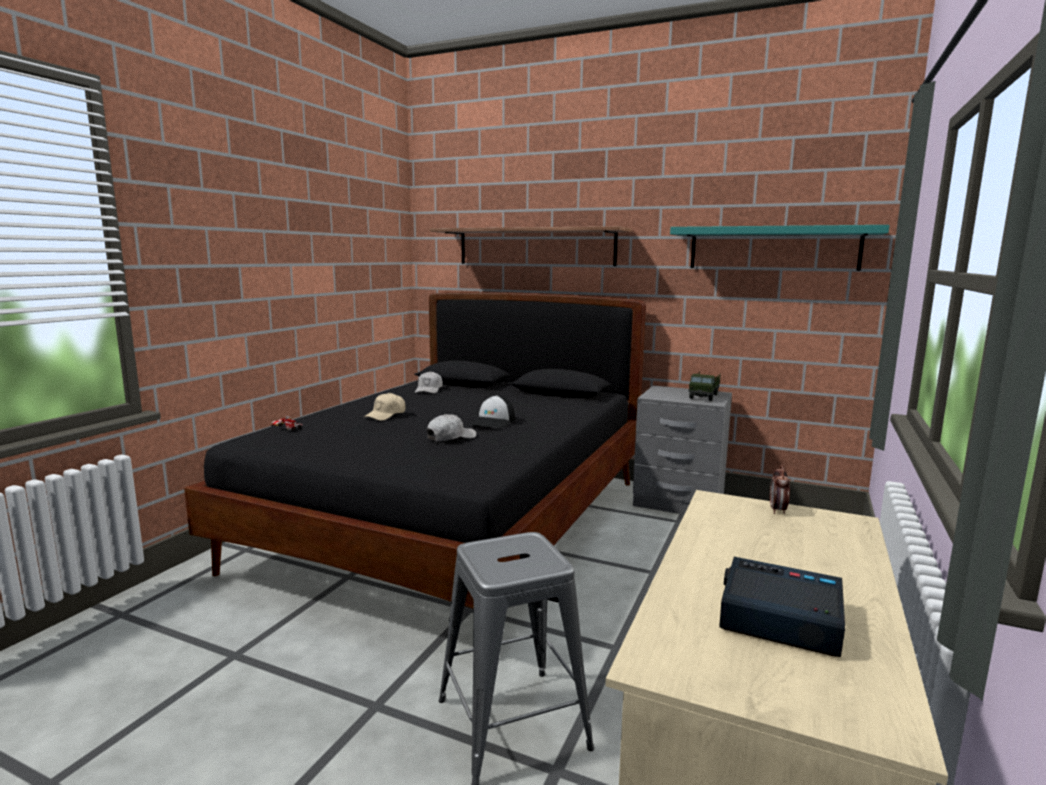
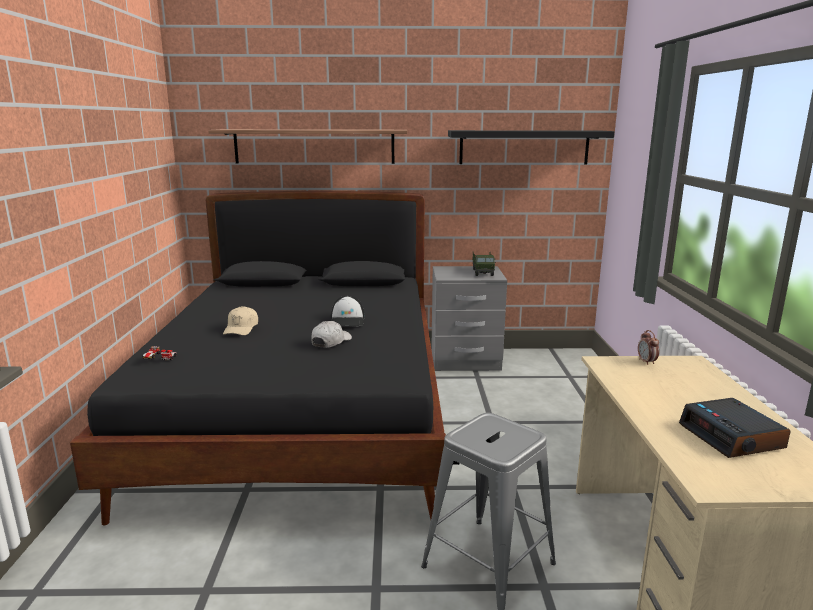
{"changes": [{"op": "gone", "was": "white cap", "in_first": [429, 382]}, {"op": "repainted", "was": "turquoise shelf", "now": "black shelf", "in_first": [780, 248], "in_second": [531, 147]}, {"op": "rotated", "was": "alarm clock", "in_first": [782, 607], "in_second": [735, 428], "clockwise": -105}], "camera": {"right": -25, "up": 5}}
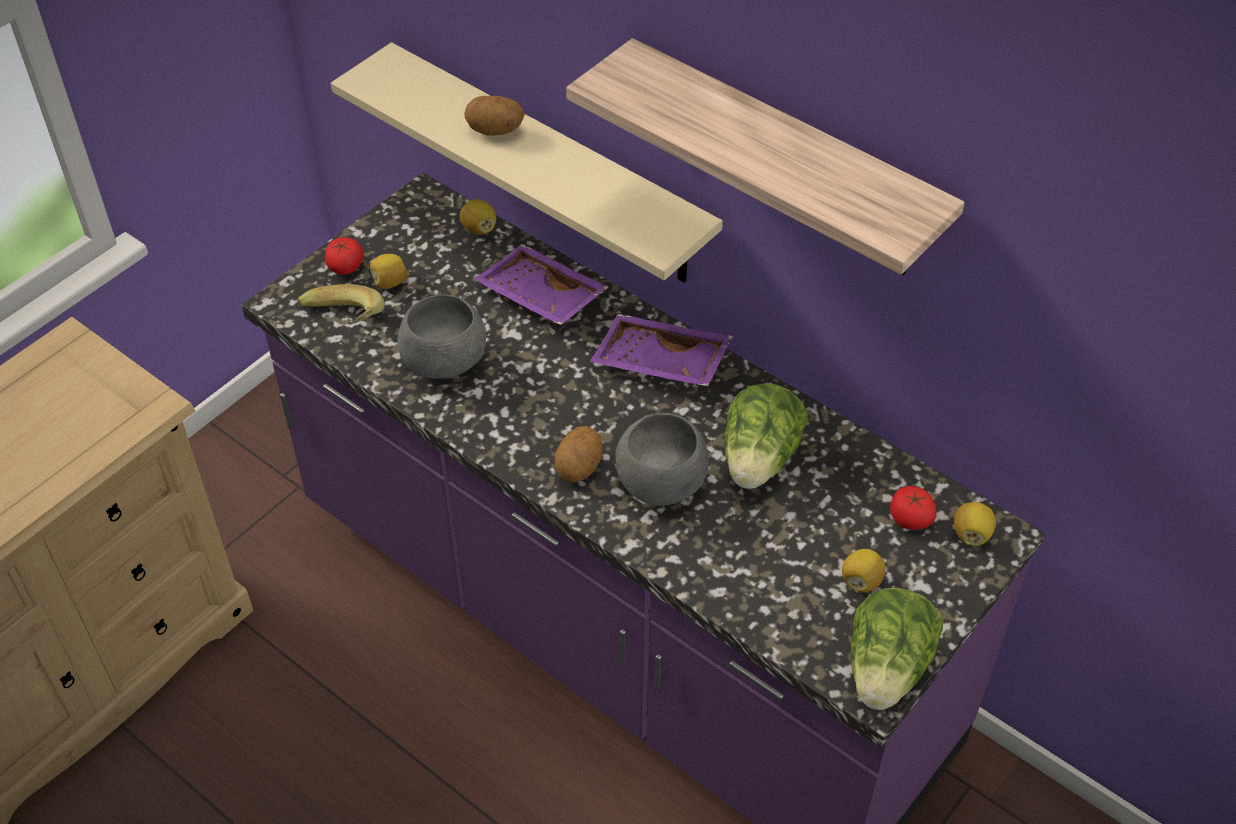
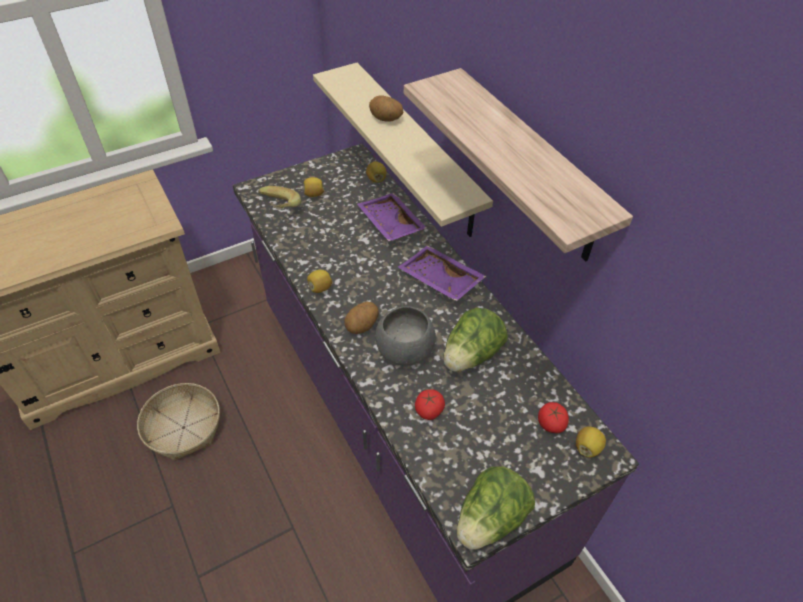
{"changes": [{"op": "shifted", "was": "tomato", "in_first": [344, 256], "in_second": [430, 404]}, {"op": "gone", "was": "grey bowl", "in_first": [442, 336]}, {"op": "shifted", "was": "lemon", "in_first": [864, 571], "in_second": [319, 281]}, {"op": "new", "now": "basket", "in_second": [178, 422]}], "camera": {"right": 20, "up": 0}}
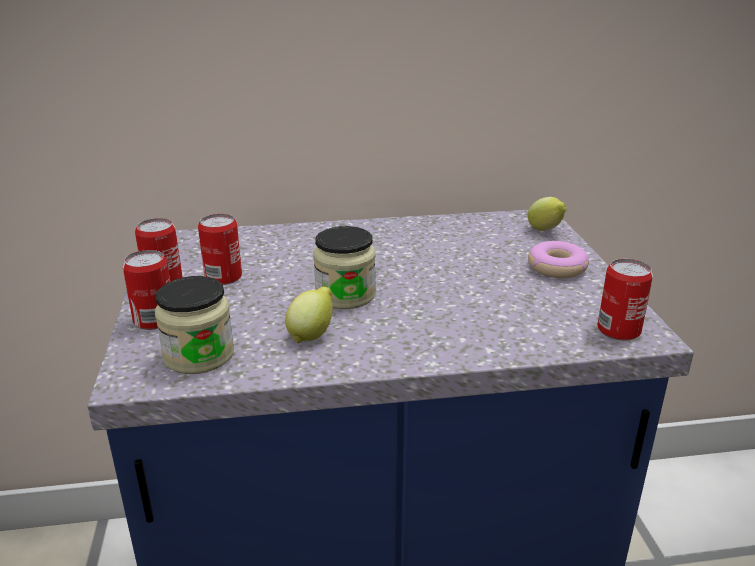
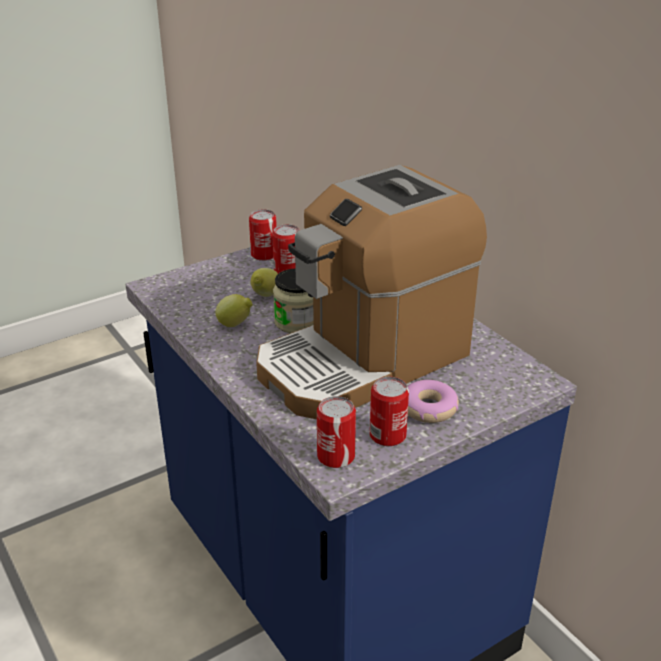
{"changes": [{"op": "shifted", "was": "can", "in_first": [146, 290], "in_second": [389, 411]}, {"op": "gone", "was": "jar", "in_first": [194, 325]}, {"op": "shifted", "was": "lemon", "in_first": [547, 214], "in_second": [264, 282]}, {"op": "new", "now": "coffee machine", "in_second": [371, 292]}], "camera": {"right": 65, "up": 5}}
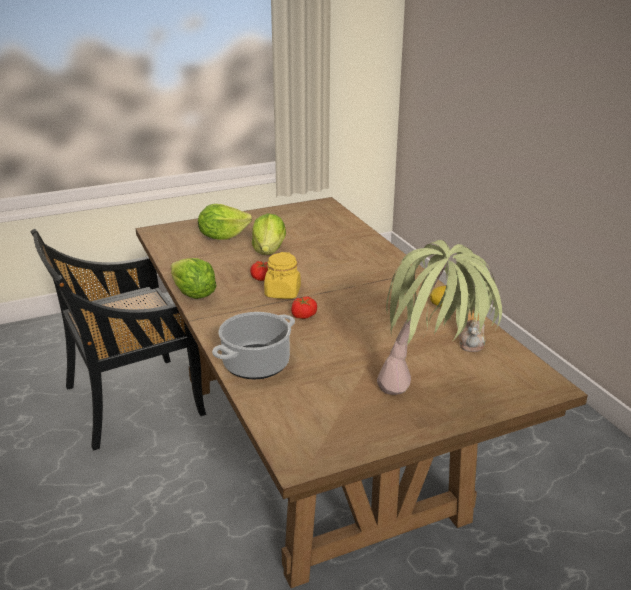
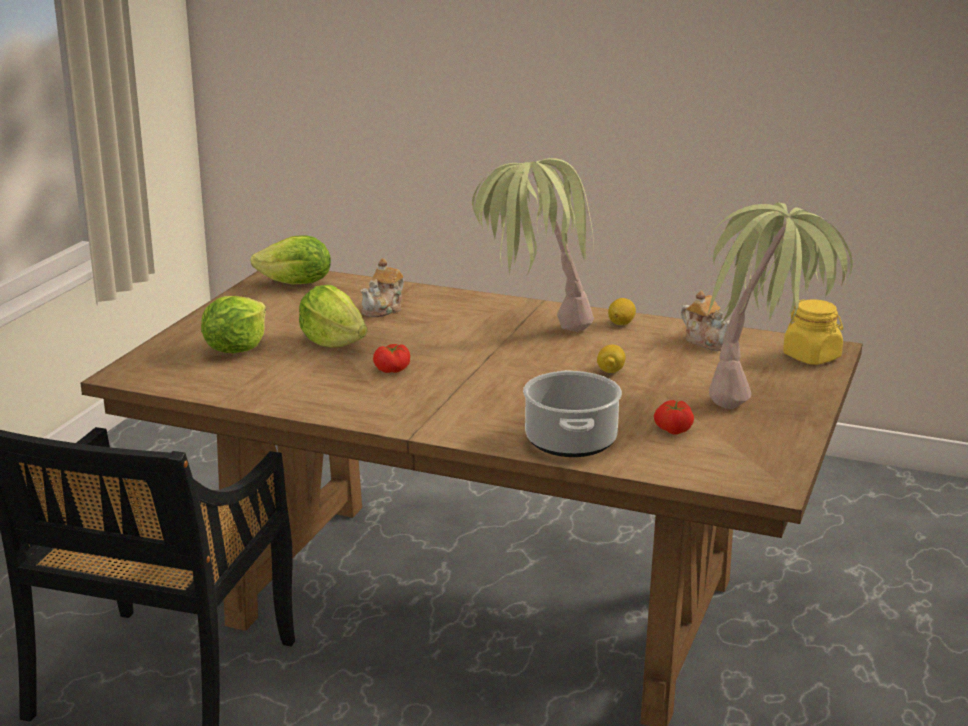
{"changes": [{"op": "shifted", "was": "lettuce", "in_first": [194, 278], "in_second": [291, 259]}, {"op": "shifted", "was": "yellow jar", "in_first": [282, 275], "in_second": [813, 332]}, {"op": "shifted", "was": "tomato", "in_first": [304, 307], "in_second": [674, 417]}, {"op": "new", "now": "teapot", "in_second": [382, 288]}, {"op": "new", "now": "potted plant", "in_second": [533, 245]}, {"op": "new", "now": "lemon", "in_second": [611, 359]}], "camera": {"right": -45, "up": -5}}
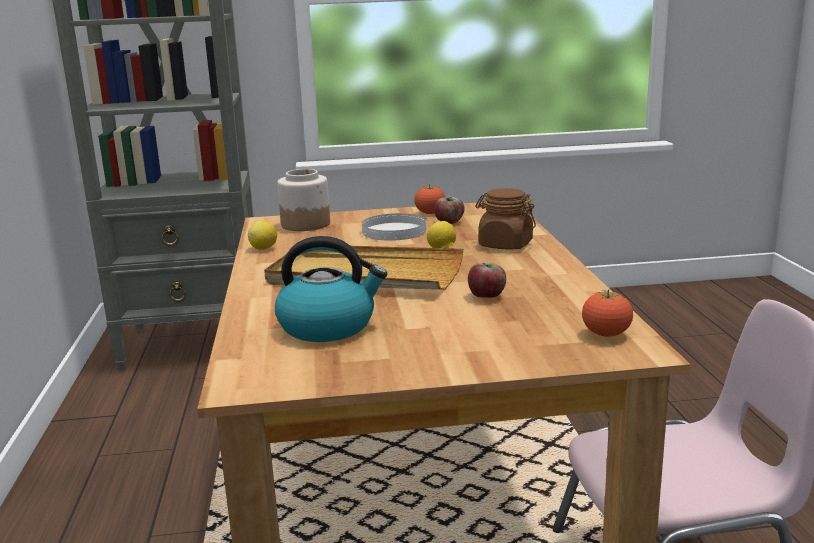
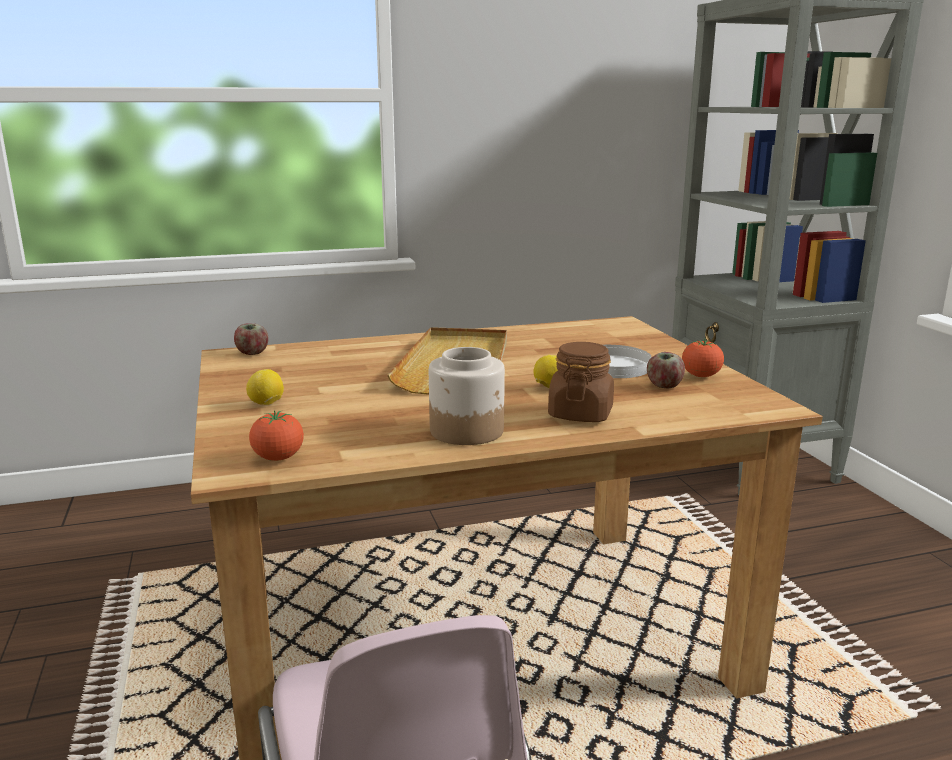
{"changes": [{"op": "shifted", "was": "lemon", "in_first": [262, 235], "in_second": [265, 387]}, {"op": "gone", "was": "kettle", "in_first": [331, 289]}, {"op": "shifted", "was": "jar", "in_first": [303, 200], "in_second": [467, 396]}, {"op": "shifted", "was": "apple", "in_first": [487, 280], "in_second": [251, 339]}], "camera": {"right": 80, "up": 0}}
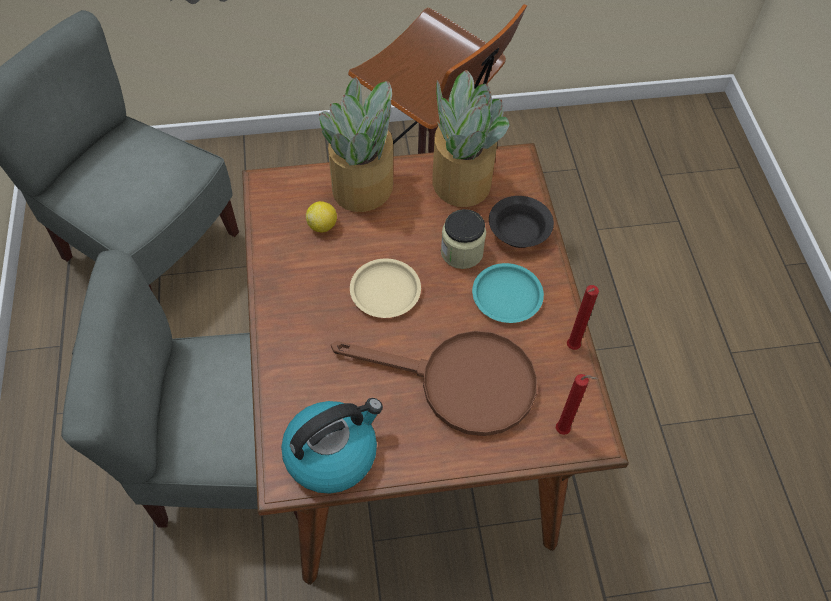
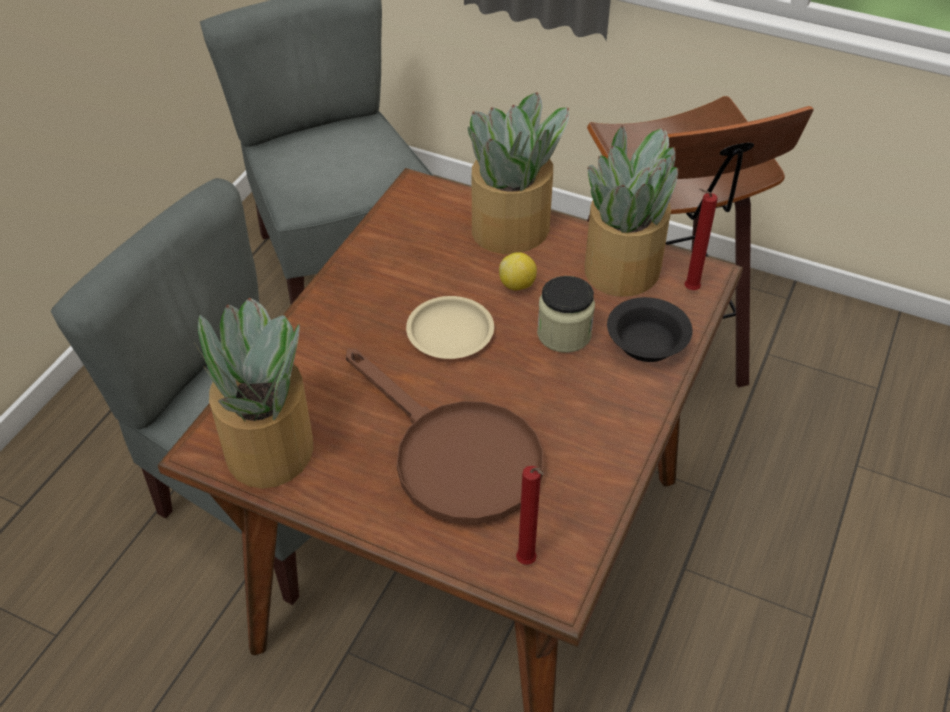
{"changes": [{"op": "swapped", "was": "kettle", "now": "potted plant", "in_first": [332, 446], "in_second": [254, 393]}, {"op": "shifted", "was": "lemon", "in_first": [321, 216], "in_second": [518, 271]}, {"op": "gone", "was": "turquoise plate", "in_first": [508, 293]}, {"op": "shifted", "was": "red candle", "in_first": [583, 317], "in_second": [701, 239]}], "camera": {"right": 35, "up": -10}}
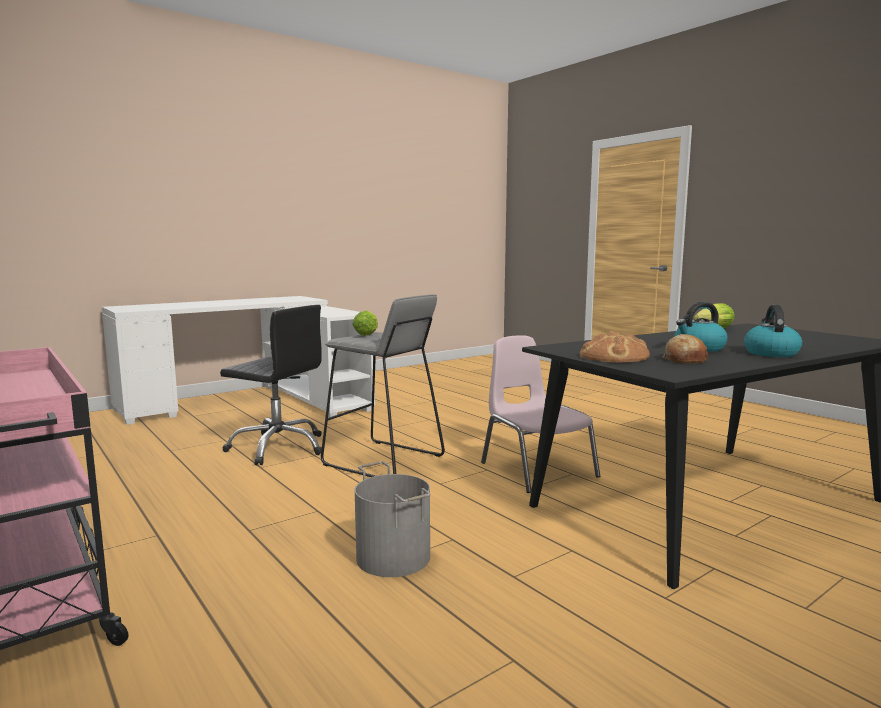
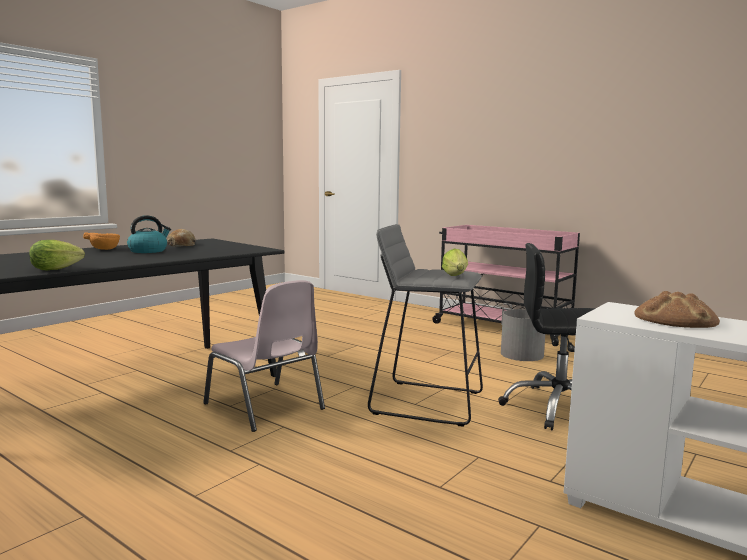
{"changes": [{"op": "shifted", "was": "grey bucket", "in_first": [393, 519], "in_second": [520, 332]}, {"op": "shifted", "was": "bread", "in_first": [615, 347], "in_second": [677, 309]}, {"op": "swapped", "was": "kettle", "now": "orange bowl", "in_first": [773, 331], "in_second": [101, 241]}], "camera": {"right": 165, "up": 0}}
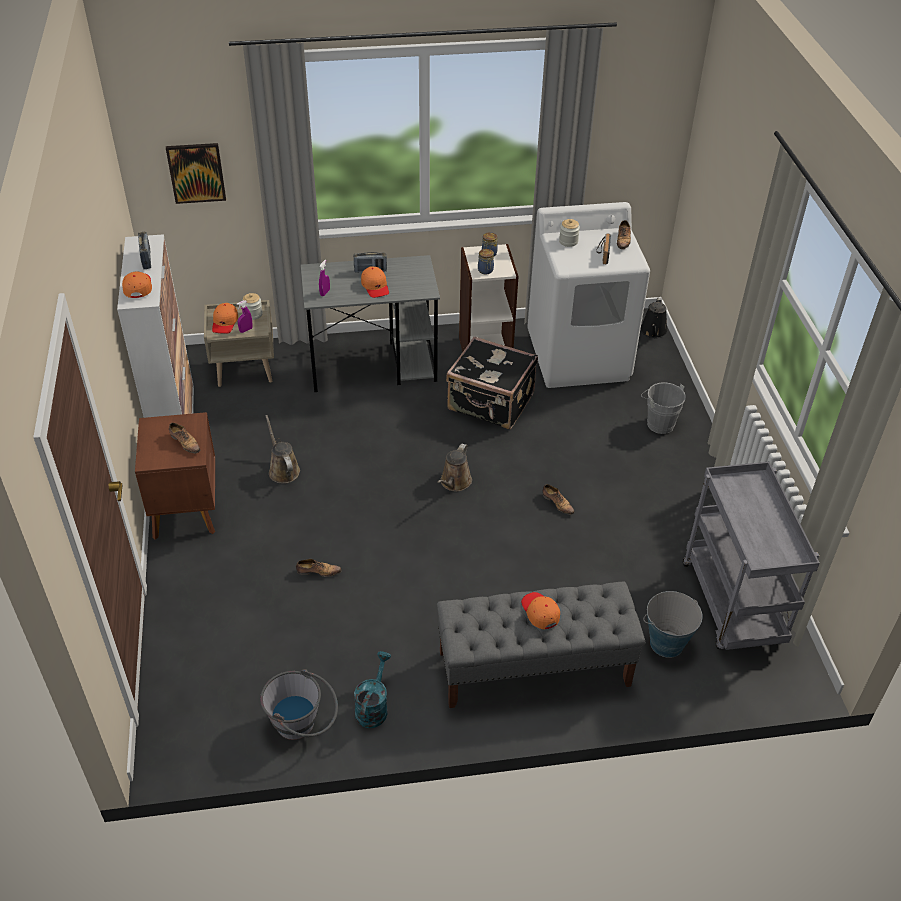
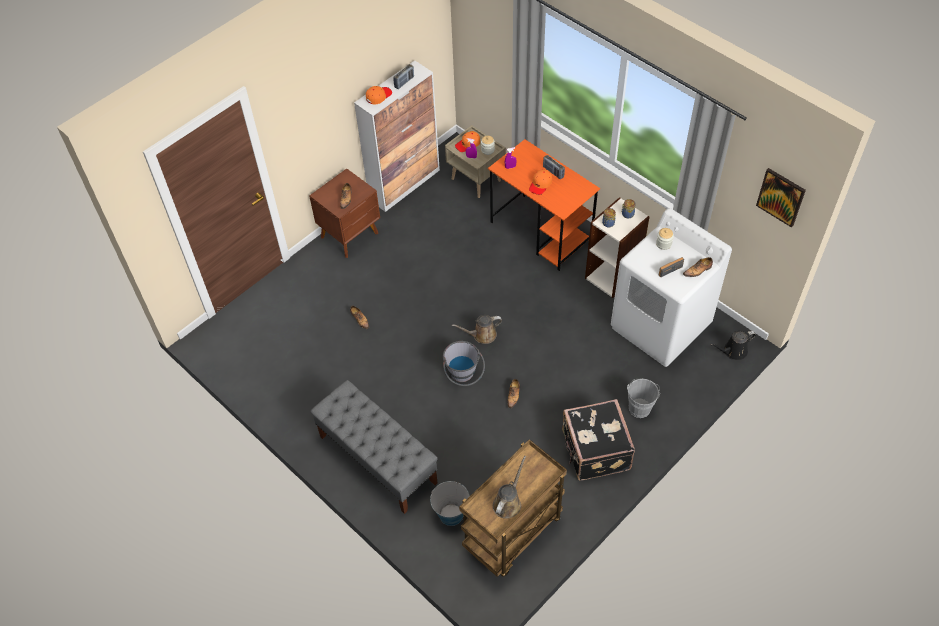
{"changes": [{"op": "shifted", "was": "picture", "in_first": [196, 173], "in_second": [781, 198]}, {"op": "shifted", "was": "grey bucket", "in_first": [299, 704], "in_second": [464, 363]}, {"op": "shifted", "was": "brown watering can", "in_first": [282, 449], "in_second": [509, 487]}, {"op": "repainted", "was": "grey desk", "now": "orange desk", "in_first": [370, 323], "in_second": [544, 205]}, {"op": "gone", "was": "turquoise watering can", "in_first": [372, 689]}, {"op": "shifted", "was": "black suitcase", "in_first": [492, 382], "in_second": [598, 439]}, {"op": "gone", "was": "orange cap", "in_first": [540, 610]}, {"op": "repainted", "was": "grey cart", "now": "brown cart", "in_first": [751, 556], "in_second": [513, 508]}], "camera": {"right": 55, "up": 10}}
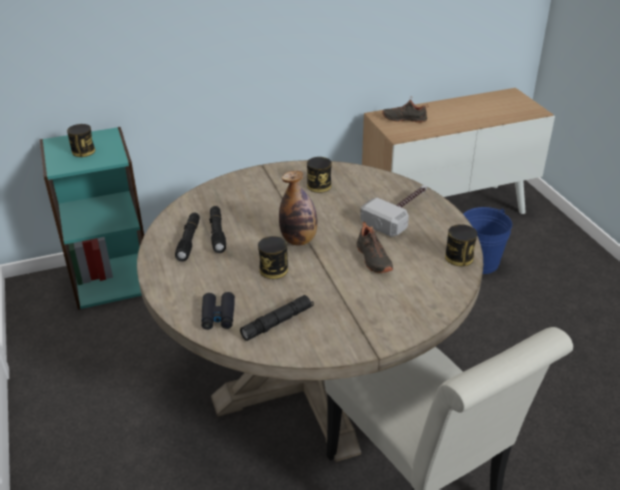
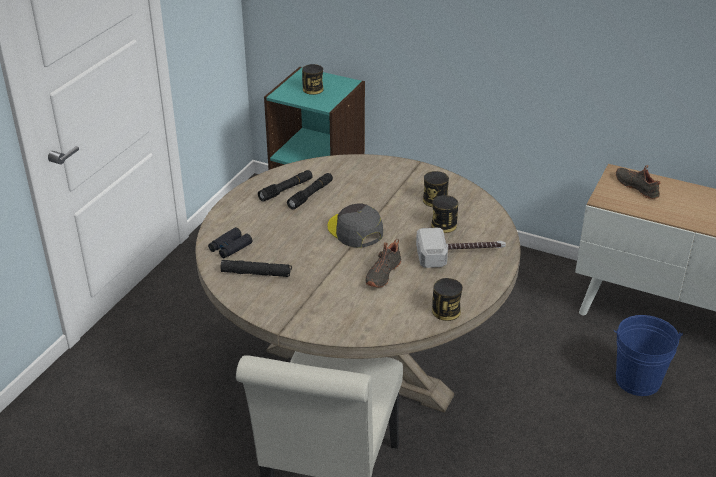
{"changes": [{"op": "shifted", "was": "can", "in_first": [273, 257], "in_second": [444, 214]}, {"op": "swapped", "was": "bottle", "now": "grey cap", "in_first": [298, 208], "in_second": [355, 225]}], "camera": {"right": 45, "up": 0}}
